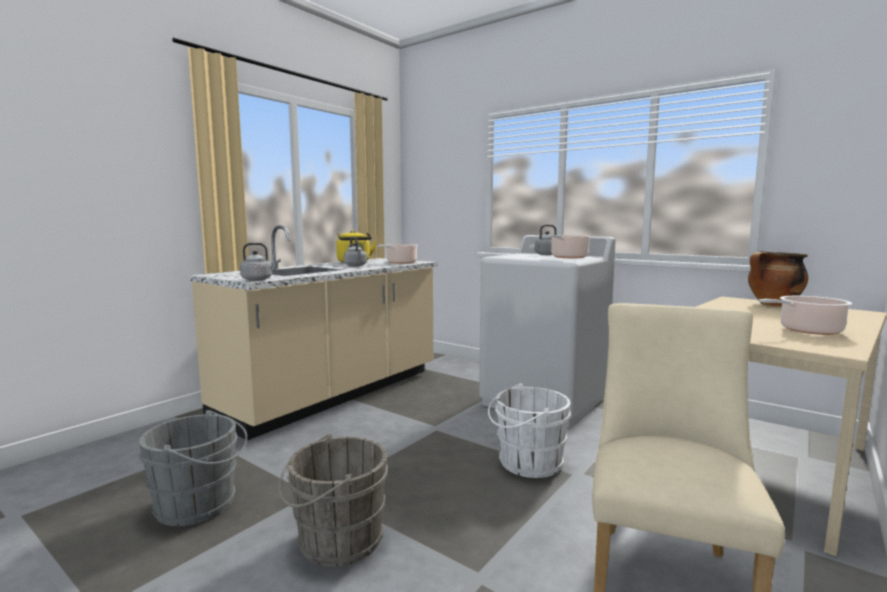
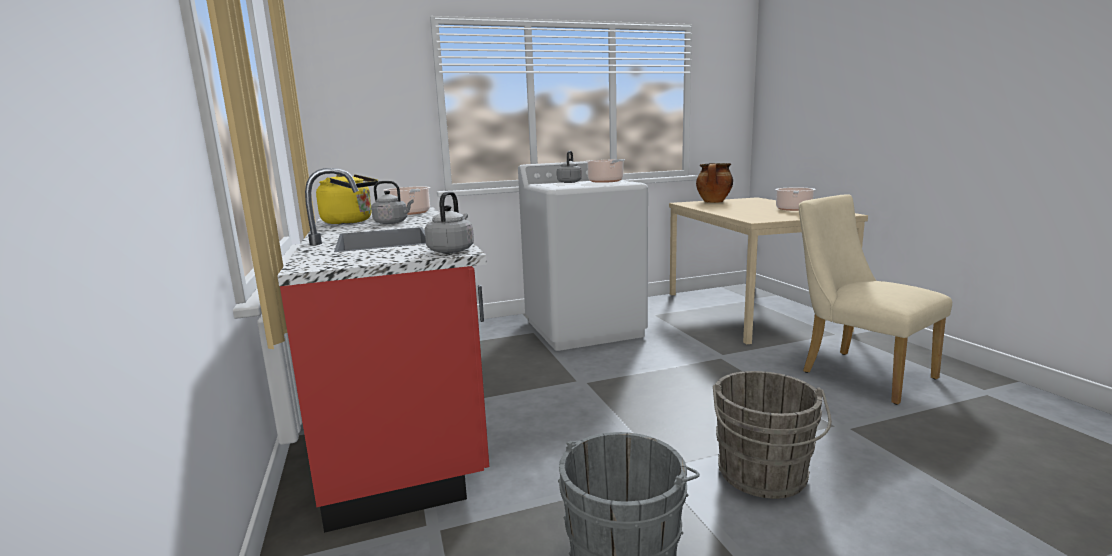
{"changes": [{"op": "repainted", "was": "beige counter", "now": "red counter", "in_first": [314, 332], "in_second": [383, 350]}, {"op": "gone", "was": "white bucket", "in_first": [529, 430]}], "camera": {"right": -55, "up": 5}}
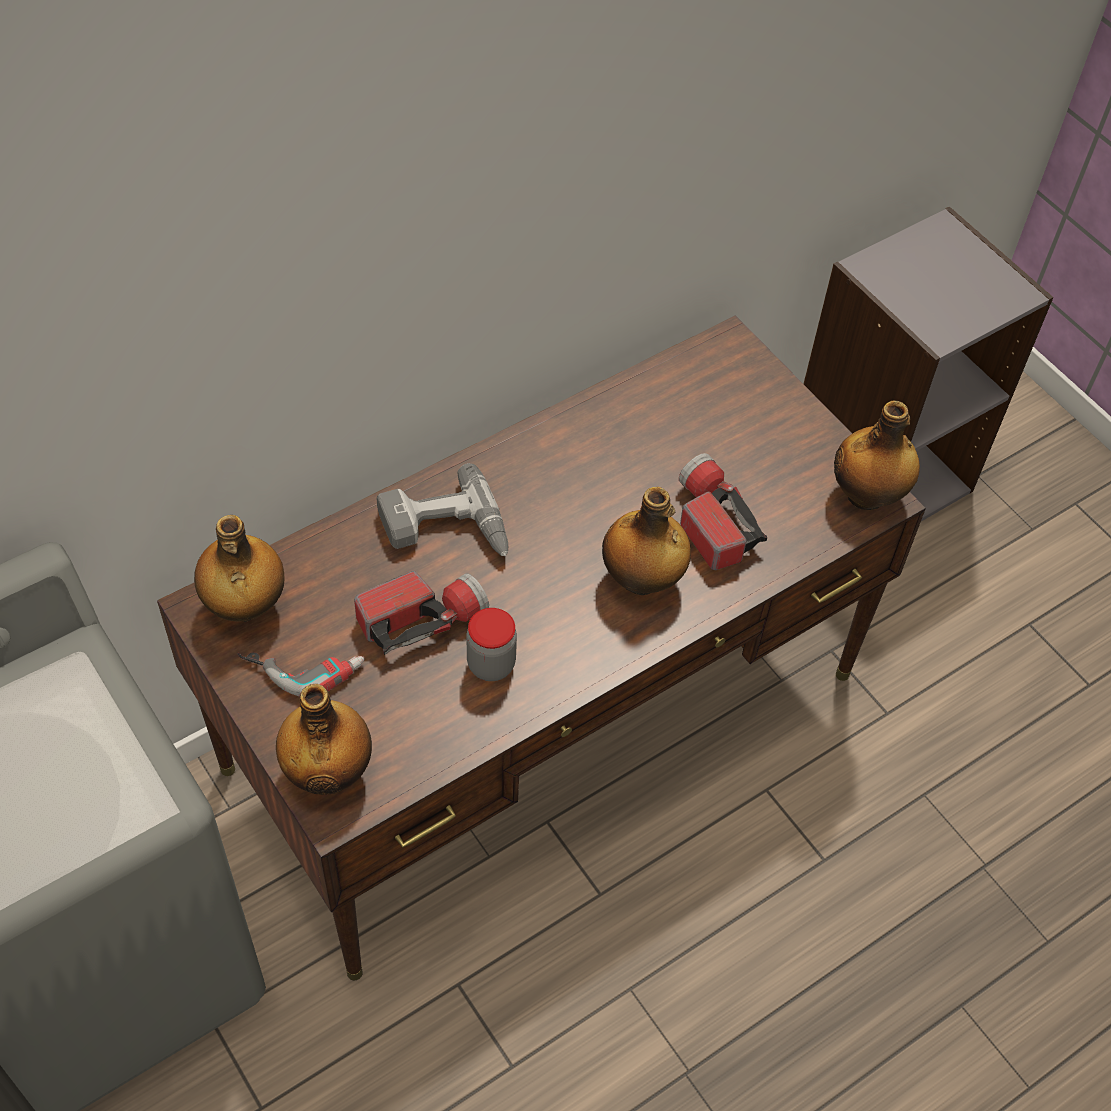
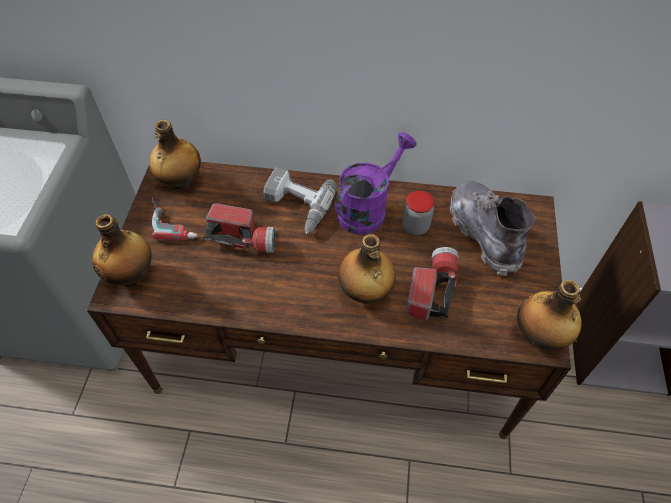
{"changes": [{"op": "shifted", "was": "jar", "in_first": [492, 644], "in_second": [418, 213]}, {"op": "new", "now": "purple watering can", "in_second": [375, 183]}, {"op": "new", "now": "grey boot", "in_second": [492, 228]}], "camera": {"right": 45, "up": 0}}
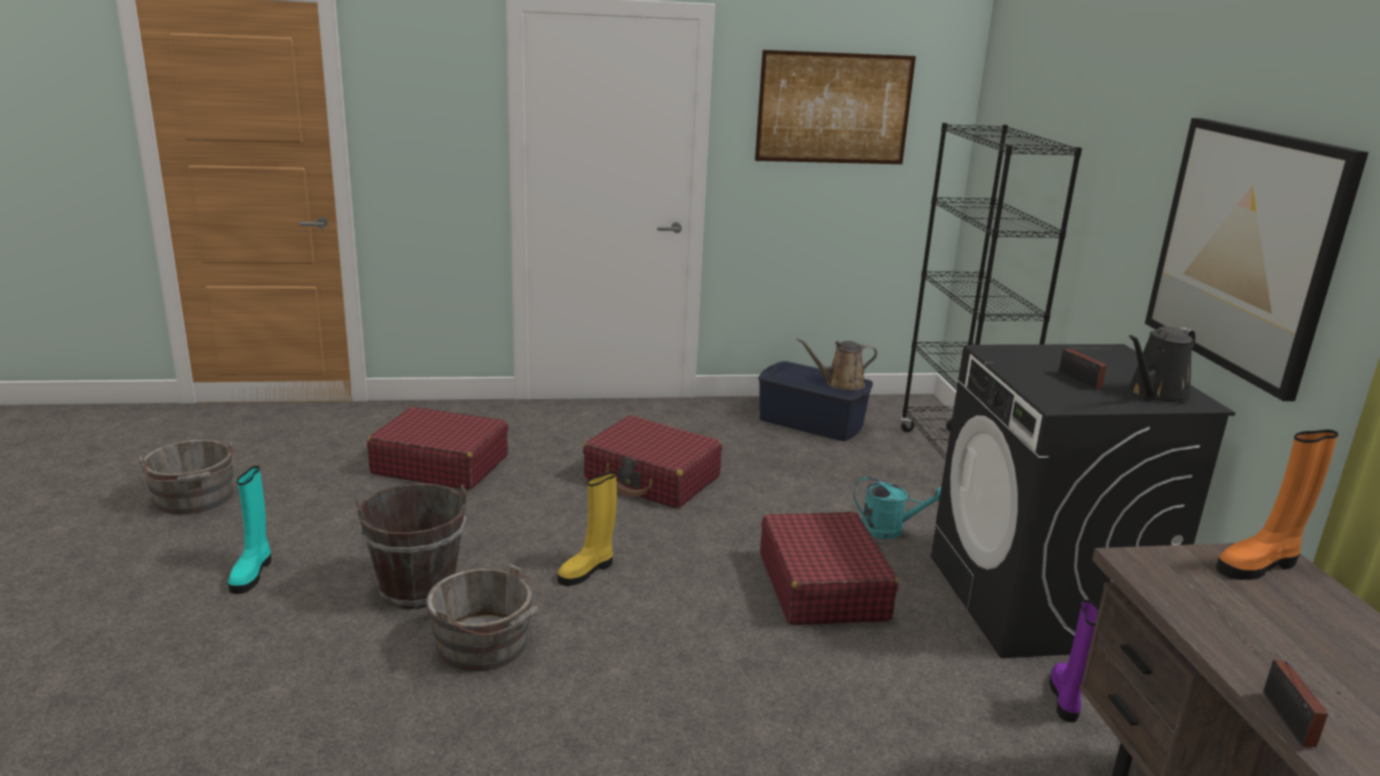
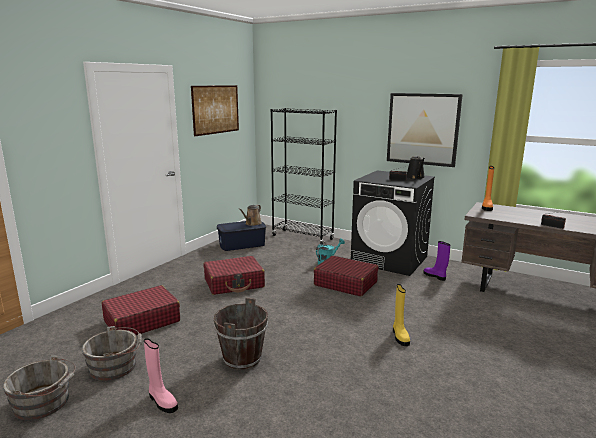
{"changes": [{"op": "repainted", "was": "turquoise boot", "now": "pink boot", "in_first": [249, 530], "in_second": [161, 375]}, {"op": "shifted", "was": "grey bucket", "in_first": [485, 617], "in_second": [112, 353]}, {"op": "shifted", "was": "yellow boot", "in_first": [587, 529], "in_second": [401, 315]}], "camera": {"right": -50, "up": -5}}
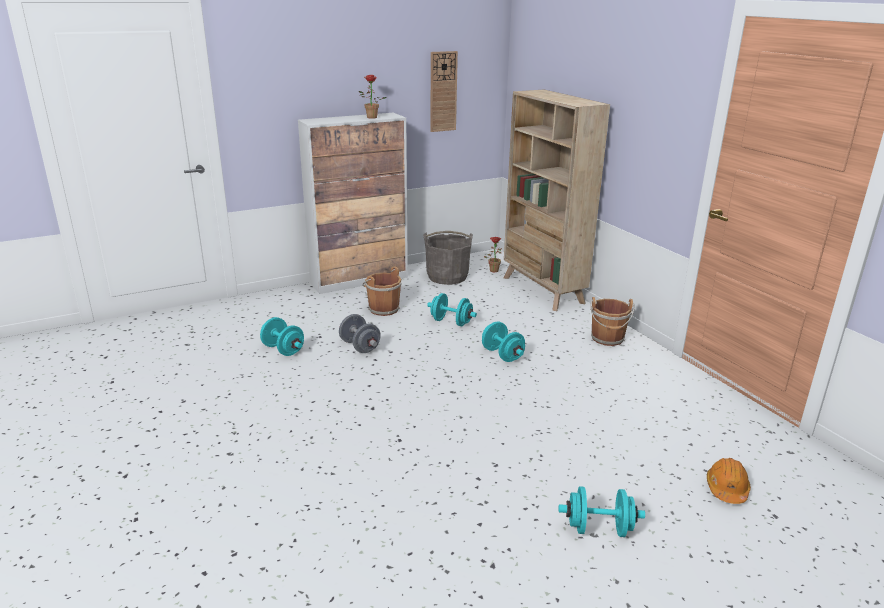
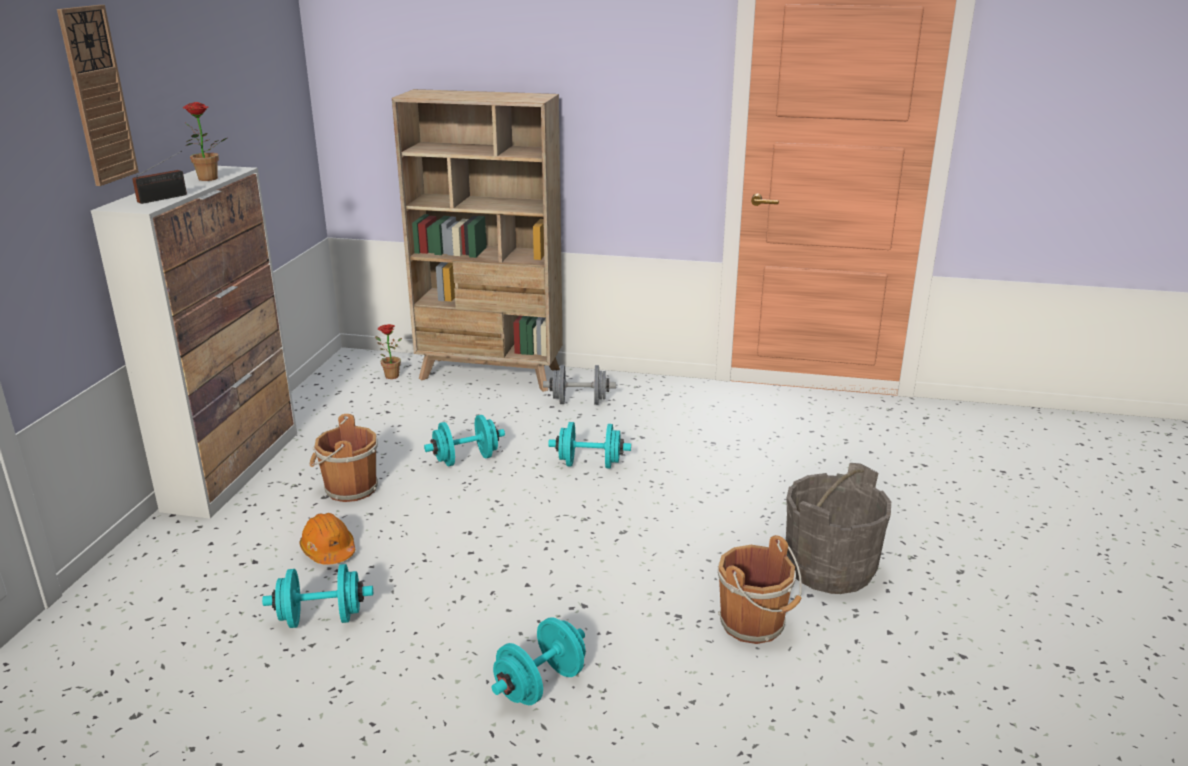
{"changes": [{"op": "shifted", "was": "grey dumbbell", "in_first": [360, 333], "in_second": [579, 385]}, {"op": "shifted", "was": "grey bucket", "in_first": [448, 258], "in_second": [838, 528]}, {"op": "shifted", "was": "wall clock", "in_first": [444, 91], "in_second": [98, 95]}, {"op": "shifted", "was": "turquoise dumbbell", "in_first": [602, 511], "in_second": [539, 661]}, {"op": "shifted", "was": "brown bucket", "in_first": [612, 321], "in_second": [760, 589]}, {"op": "shifted", "was": "orange hard hat", "in_first": [729, 481], "in_second": [327, 539]}, {"op": "new", "now": "radio", "in_second": [159, 177]}], "camera": {"right": -50, "up": 0}}
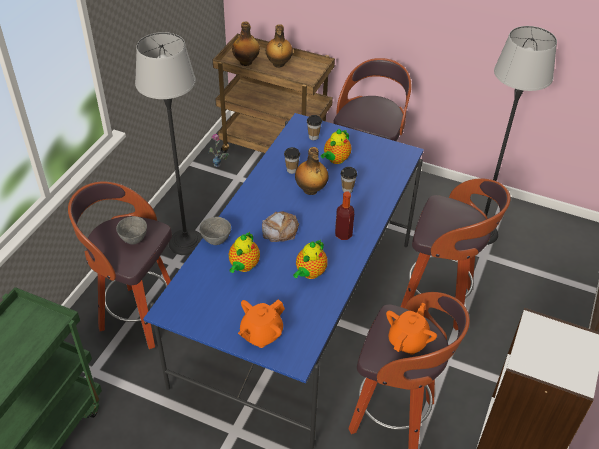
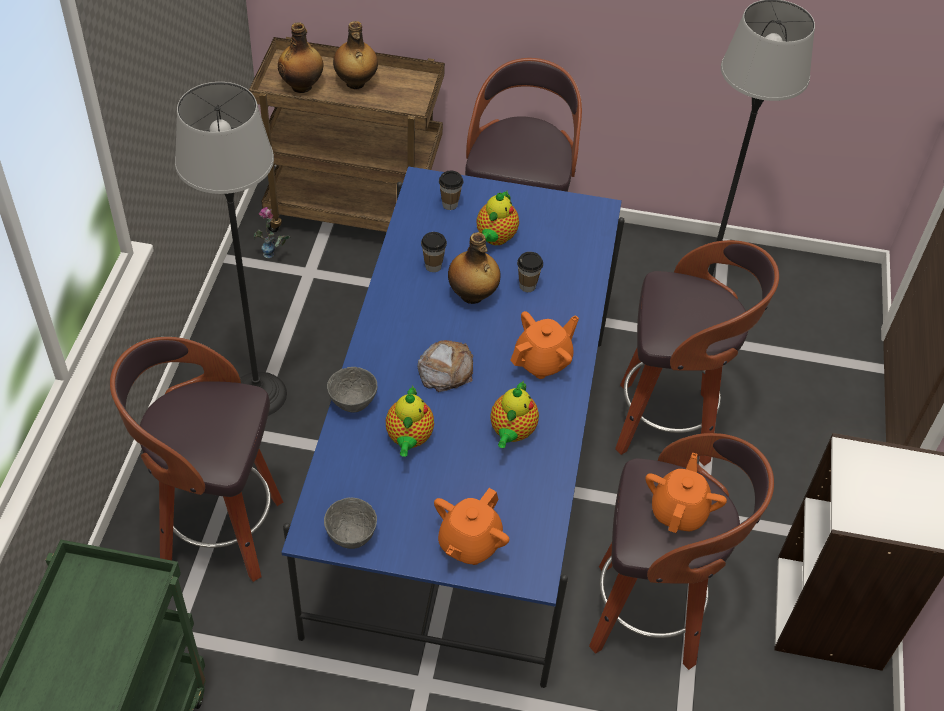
{"changes": [{"op": "shifted", "was": "grey bowl", "in_first": [131, 230], "in_second": [350, 523]}, {"op": "swapped", "was": "bottle", "now": "orange teapot", "in_first": [344, 216], "in_second": [544, 345]}], "camera": {"right": -15, "up": 5}}
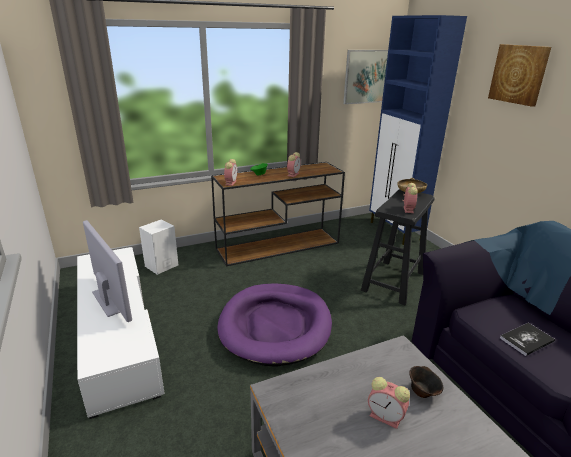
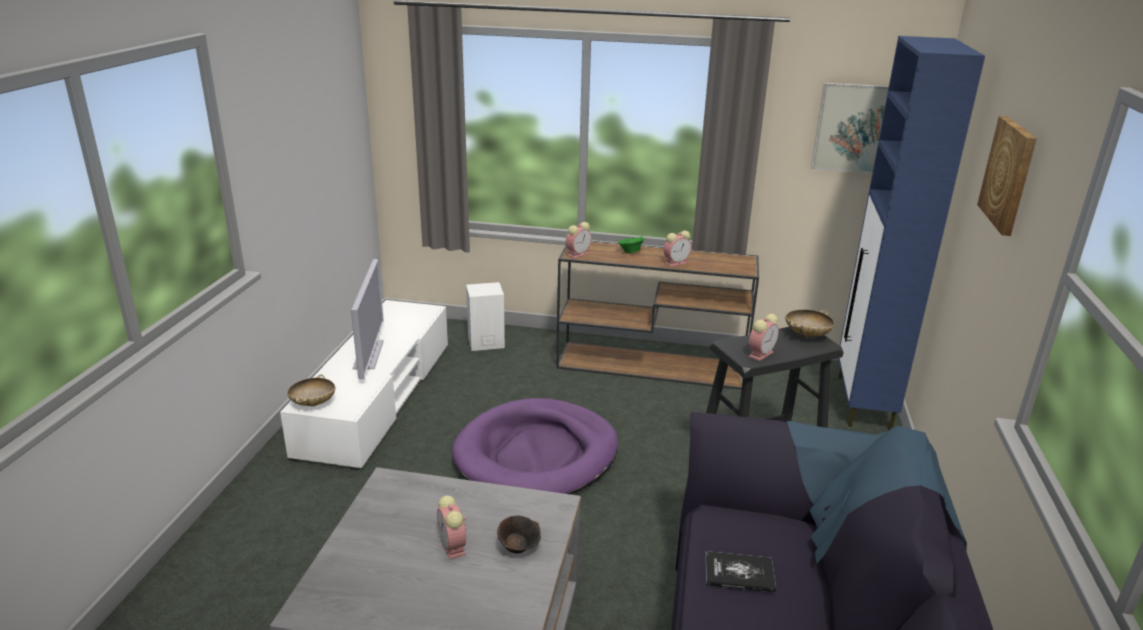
{"changes": [{"op": "new", "now": "beige bowl", "in_second": [311, 390]}], "camera": {"right": 35, "up": 0}}
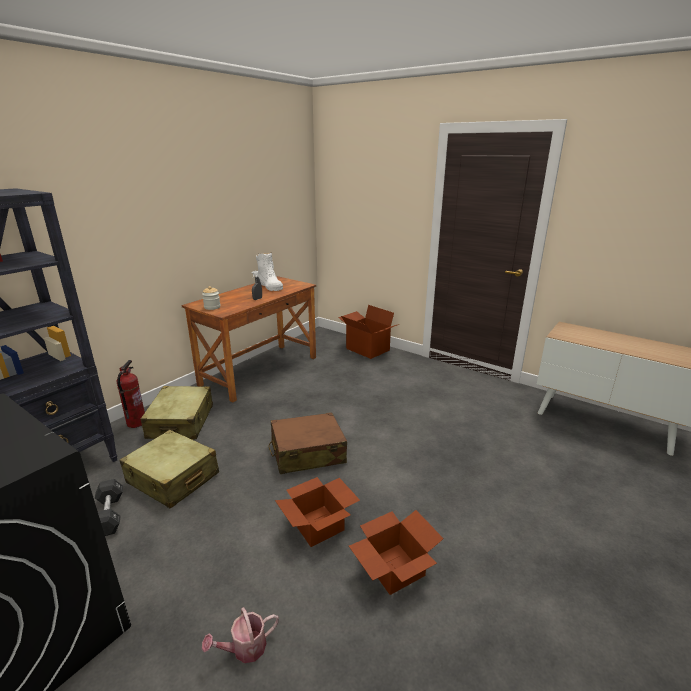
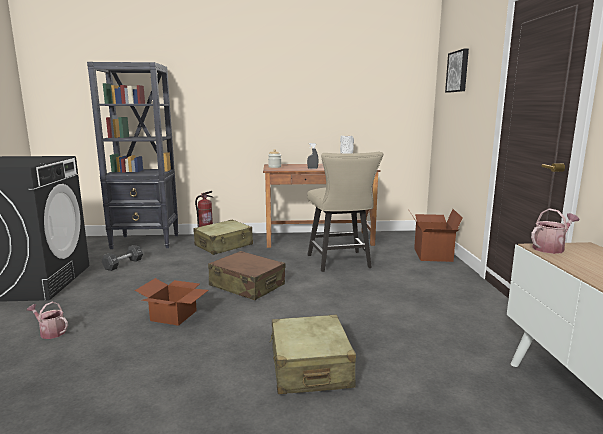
{"changes": [{"op": "shifted", "was": "beige suitcase", "in_first": [169, 469], "in_second": [313, 354]}, {"op": "gone", "was": "cardboard box", "in_first": [396, 552]}, {"op": "new", "now": "beige chair", "in_second": [345, 212]}, {"op": "new", "now": "picture", "in_second": [457, 71]}, {"op": "new", "now": "watering can", "in_second": [555, 231]}], "camera": {"right": 50, "up": -10}}
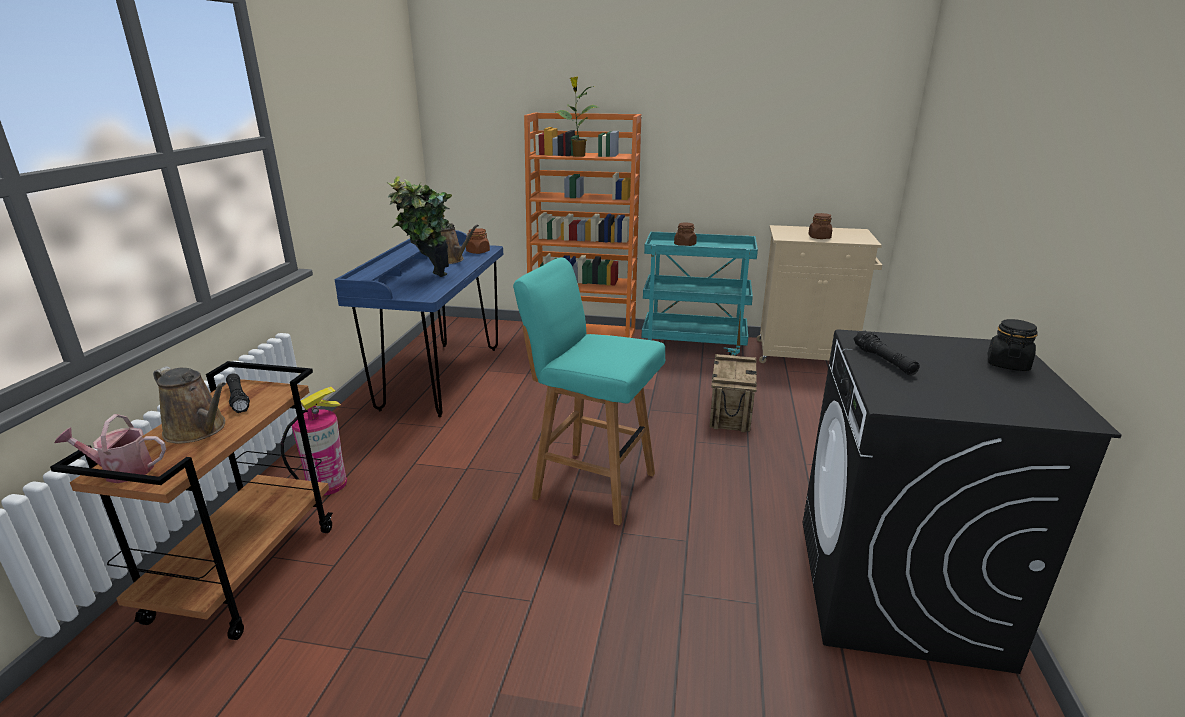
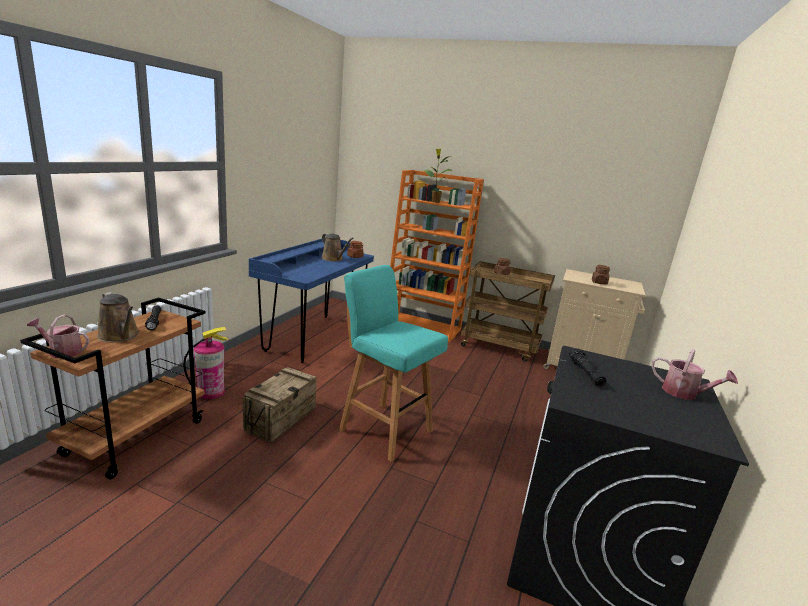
{"changes": [{"op": "gone", "was": "potted plant", "in_first": [419, 226]}, {"op": "repainted", "was": "turquoise cart", "now": "brown cart", "in_first": [699, 294], "in_second": [508, 311]}, {"op": "shifted", "was": "crate", "in_first": [733, 393], "in_second": [280, 404]}, {"op": "swapped", "was": "black jar", "now": "watering can", "in_first": [1013, 345], "in_second": [695, 374]}], "camera": {"right": 10, "up": -5}}
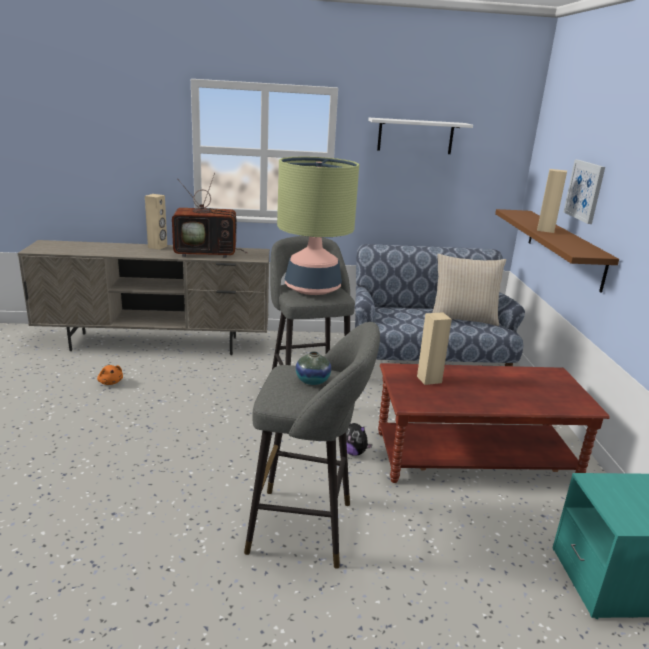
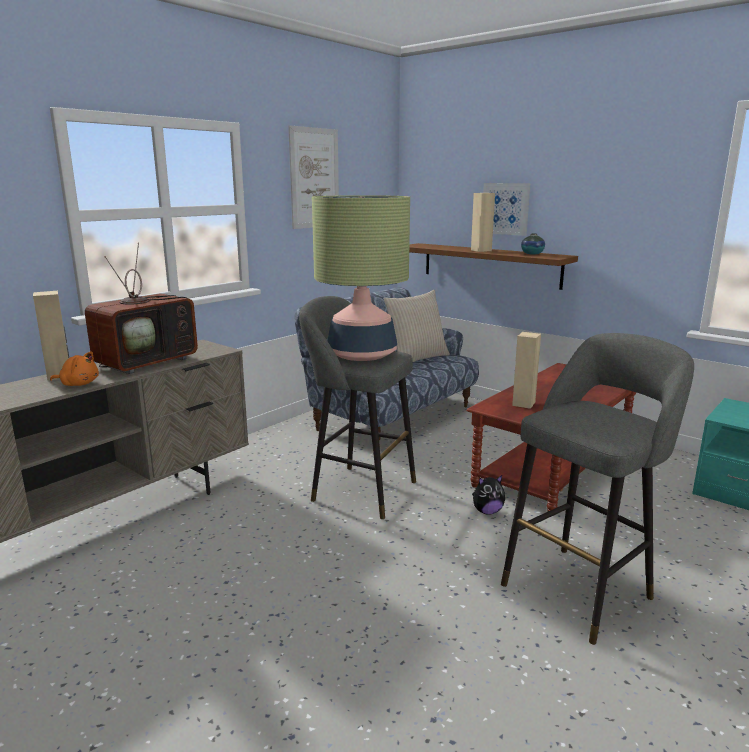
{"changes": [{"op": "shifted", "was": "orange plush toy", "in_first": [110, 375], "in_second": [74, 368]}, {"op": "shifted", "was": "vase", "in_first": [313, 368], "in_second": [533, 243]}, {"op": "swapped", "was": "white shelf", "now": "picture", "in_first": [420, 136], "in_second": [313, 177]}], "camera": {"right": -45, "up": -5}}
